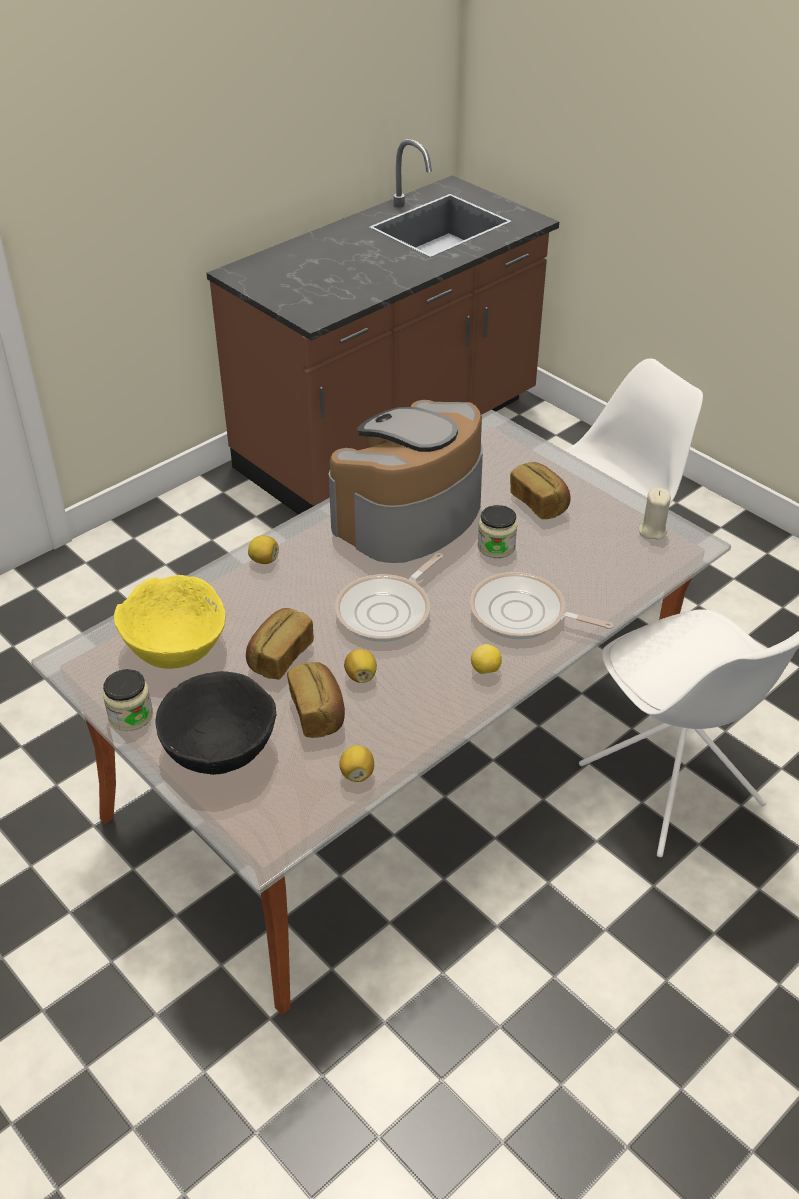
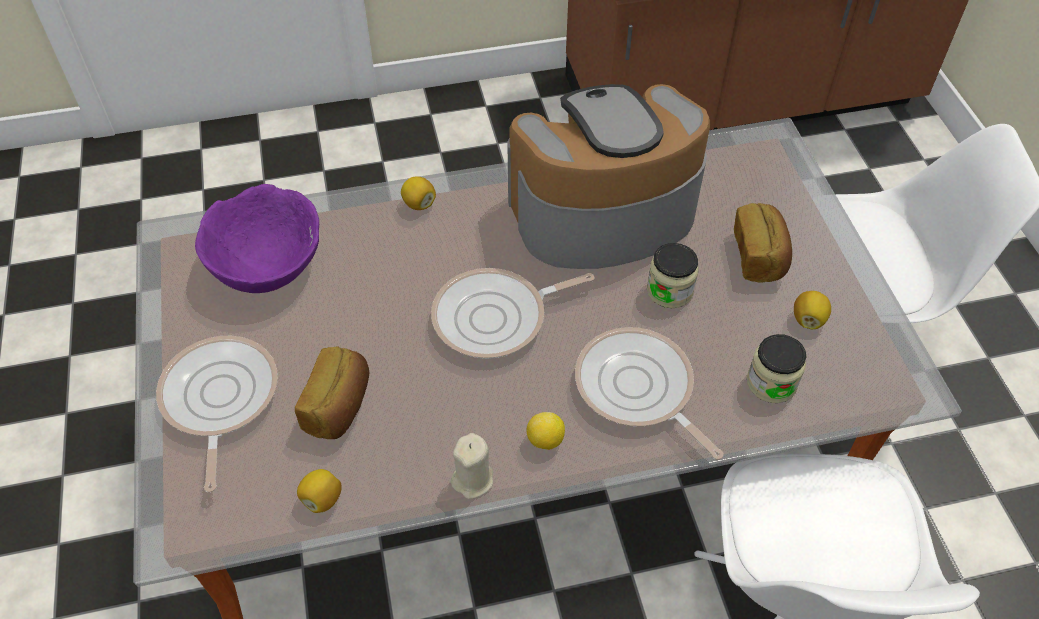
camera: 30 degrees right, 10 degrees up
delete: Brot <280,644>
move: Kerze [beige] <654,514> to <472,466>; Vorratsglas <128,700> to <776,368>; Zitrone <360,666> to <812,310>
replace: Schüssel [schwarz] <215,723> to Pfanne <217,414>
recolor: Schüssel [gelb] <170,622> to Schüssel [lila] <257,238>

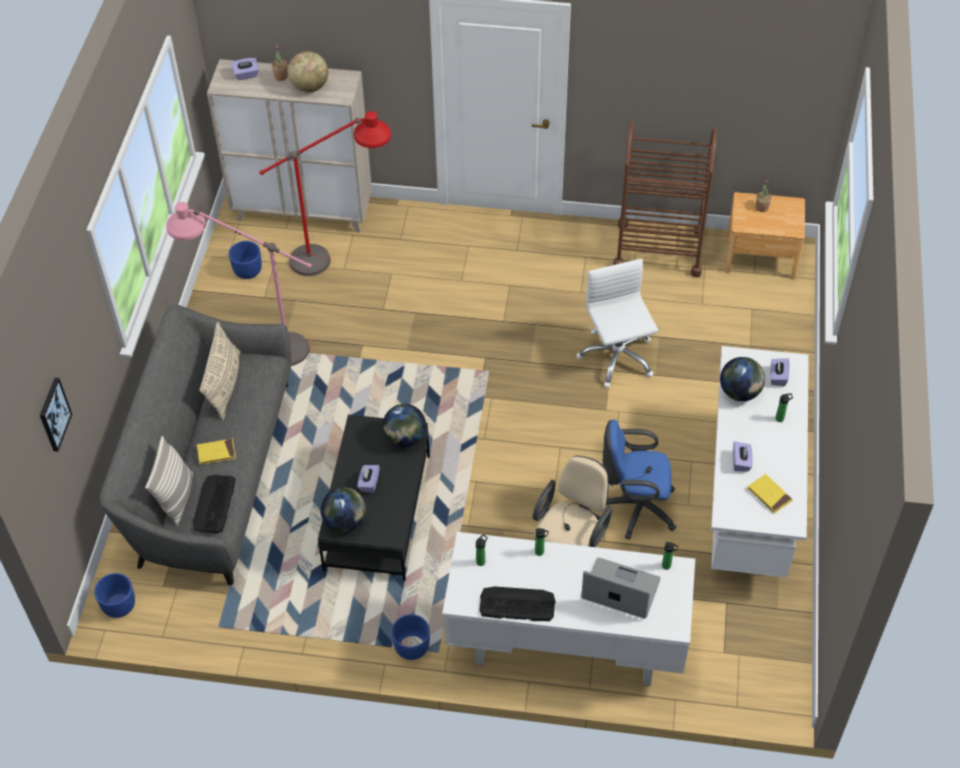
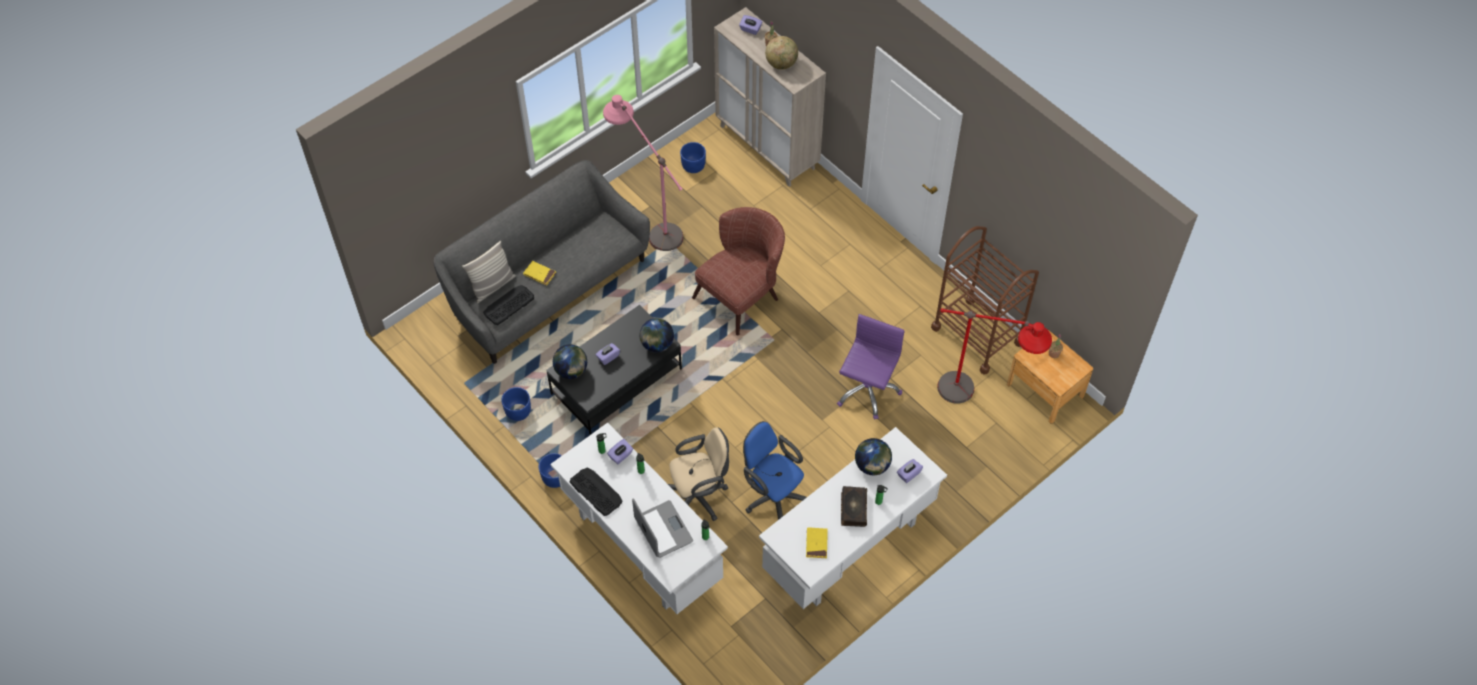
camera: 40 degrees right, 5 degrees up
delete: Bild <56,415>; Kissen [beige] <219,371>
insert: Sessel [braun] <738,271>; Buch <854,506>
move: Pflanzkübel [blau] <114,595> to <516,404>; Taschentuchbox [lila] <743,456> to <620,451>; Stehlampe [rot] <325,193> to <994,356>
recolor: Bürostuhl [weiß] <617,323> to Bürostuhl [lila] <871,366>

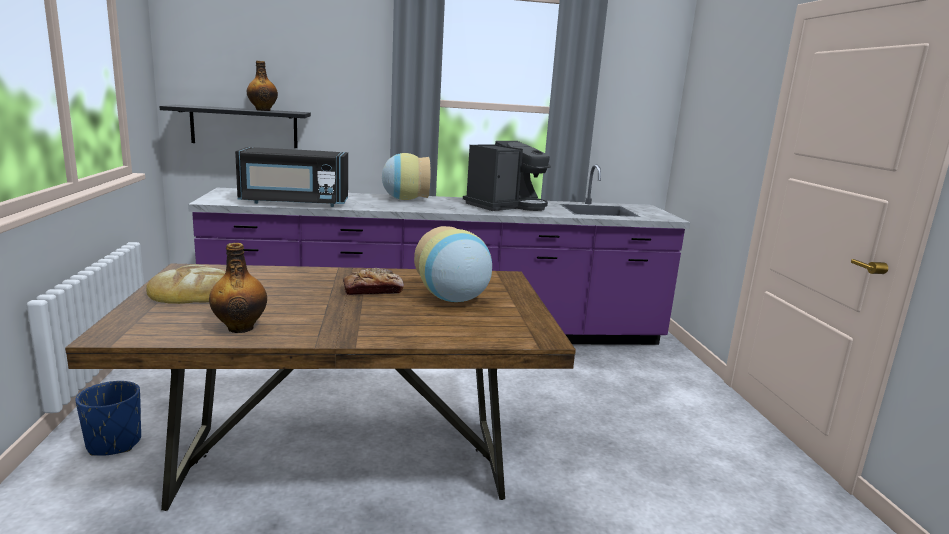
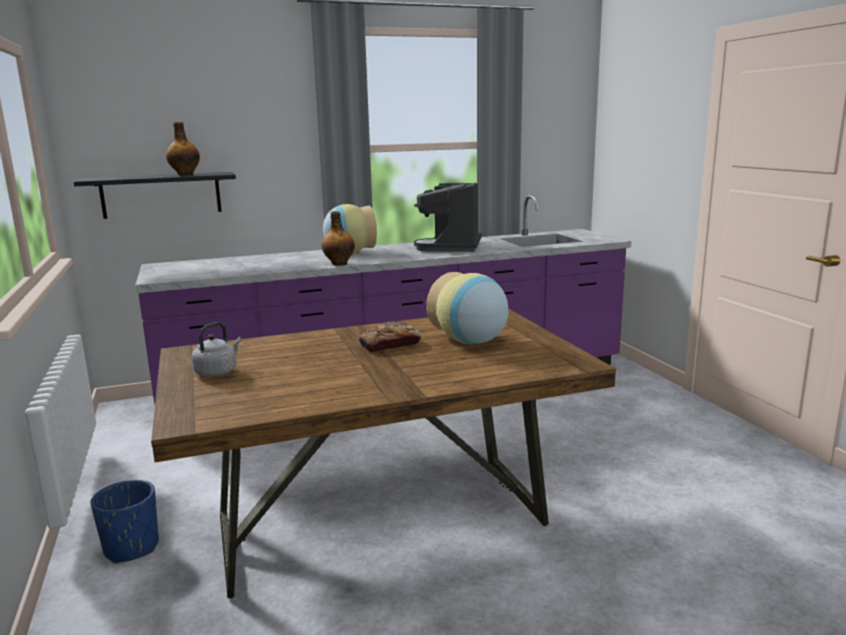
camera: 10 degrees left, 0 degrees up
delete: Mikrowelle [schwarz] <291,177>
move: Flasche <238,288> to <338,238>
replace: Brot <186,284> to Wasserkessel [grau] <216,349>
rotate: Kaffeemaschine <507,176> = <448,217> 150 degrees clockwise

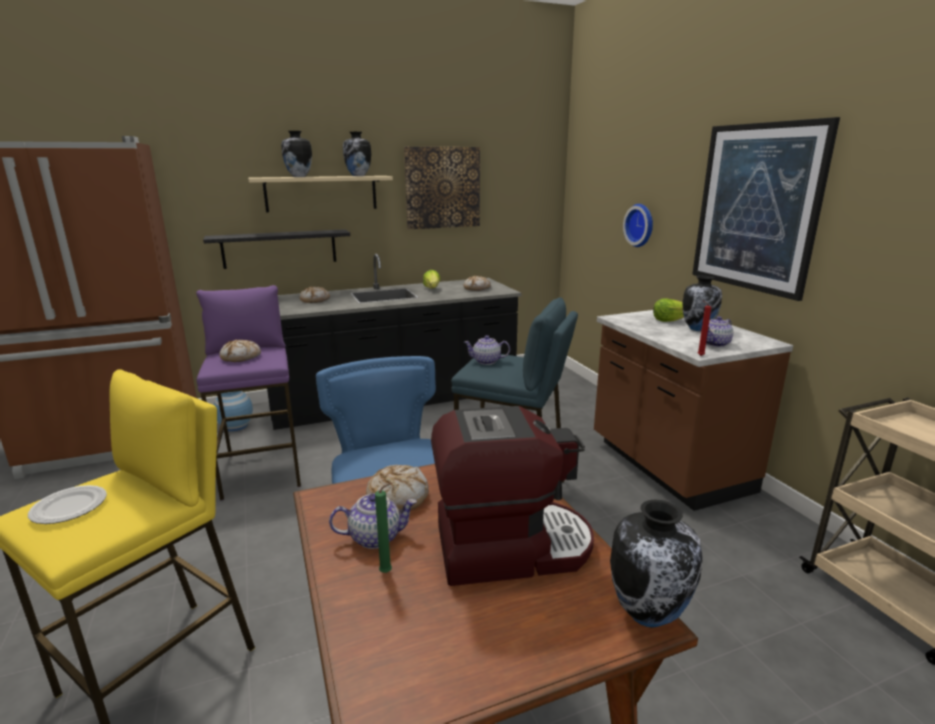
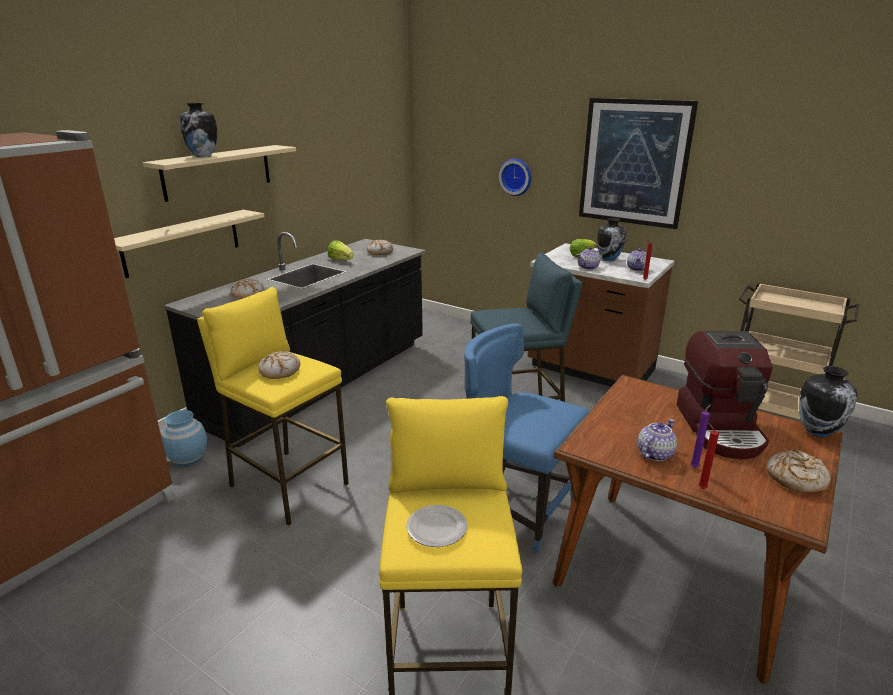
camera: 35 degrees left, 5 degrees up
delete: Vase <357,154>; Bild <442,188>
insert: Kerze [rot] <708,456>
move: Teekanne <487,350> to <589,258>; Brot <397,487> to <799,471>
recolor: Wandregal [schwarz] <276,249> to Wandregal [beige] <189,244>; Hocker [lila] <248,393> to Hocker [gelb] <273,406>; Kerze [grün] <383,528> to Kerze [lila] <700,436>
rotate: Kaffeemaschine <512,496> = <725,395> 135 degrees clockwise

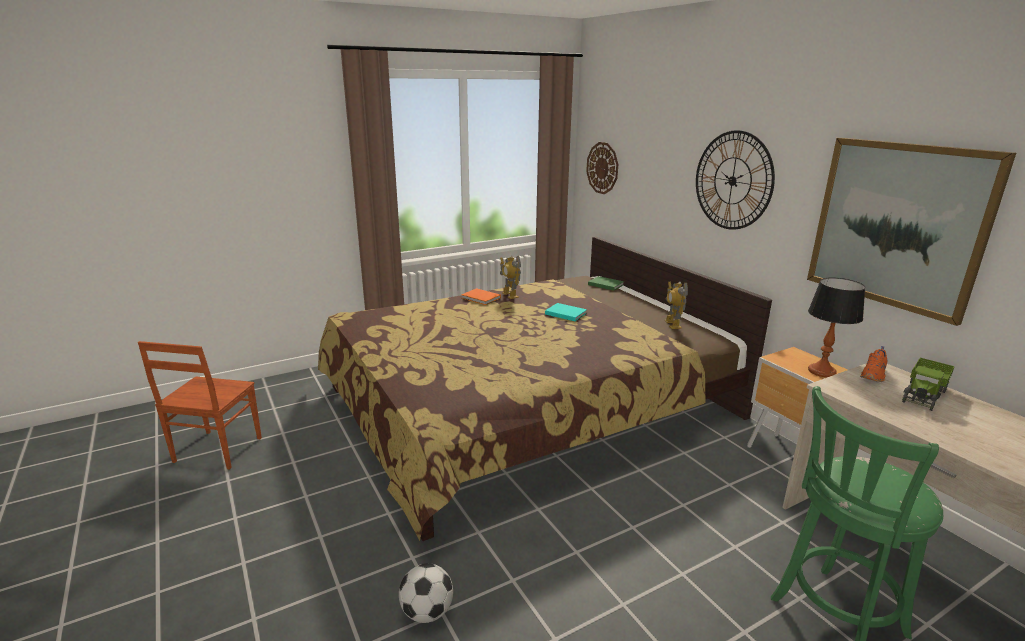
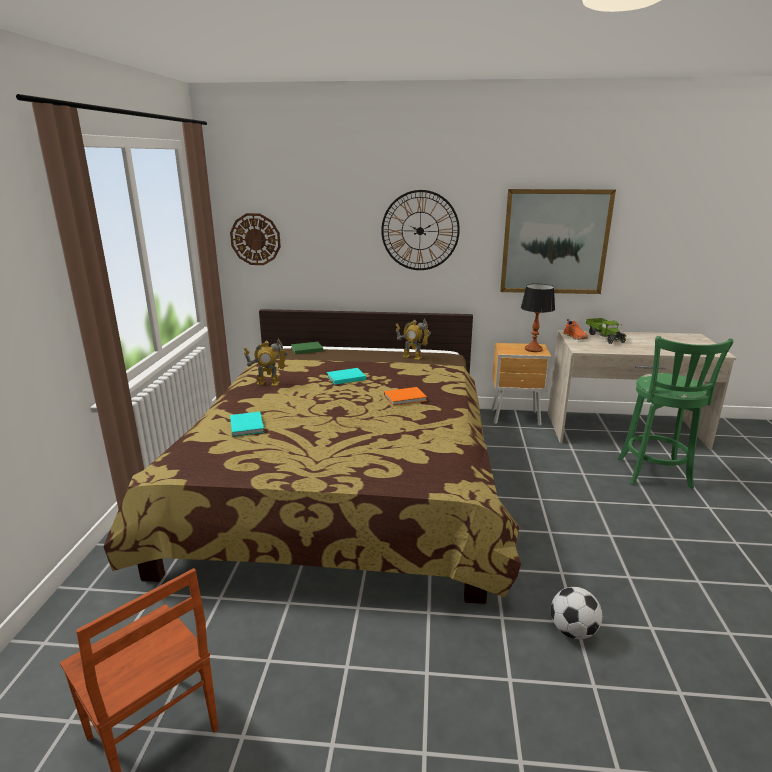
camera: 55 degrees left, 0 degrees up
insert: Buch [türkis] <247,424>
move: Buch [orange] <481,296> to <405,396>

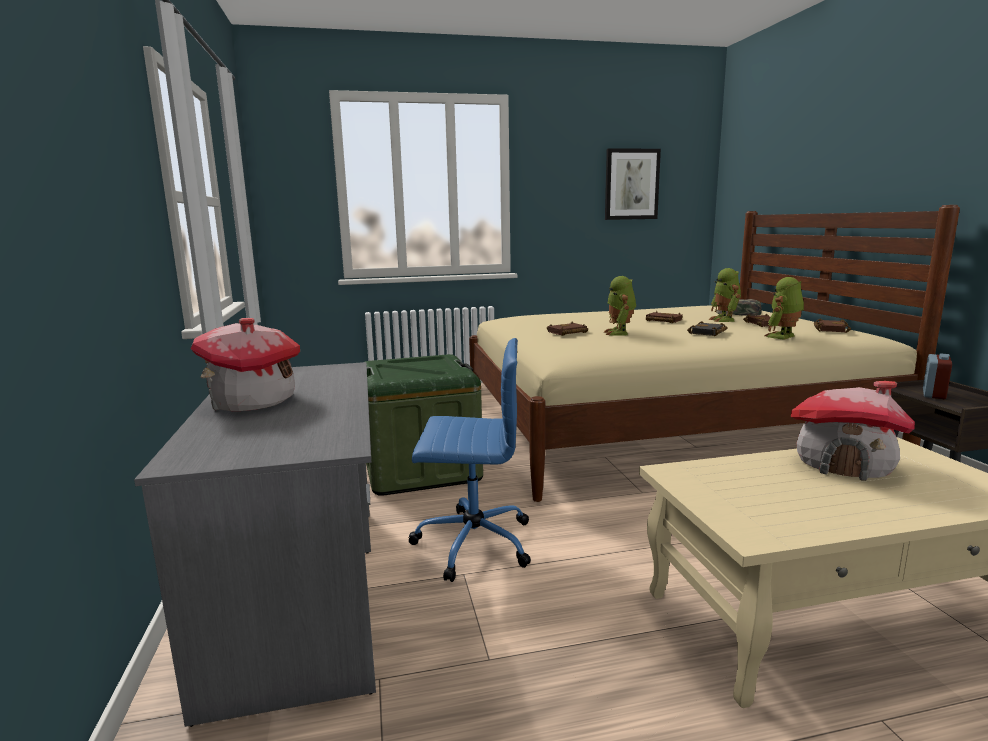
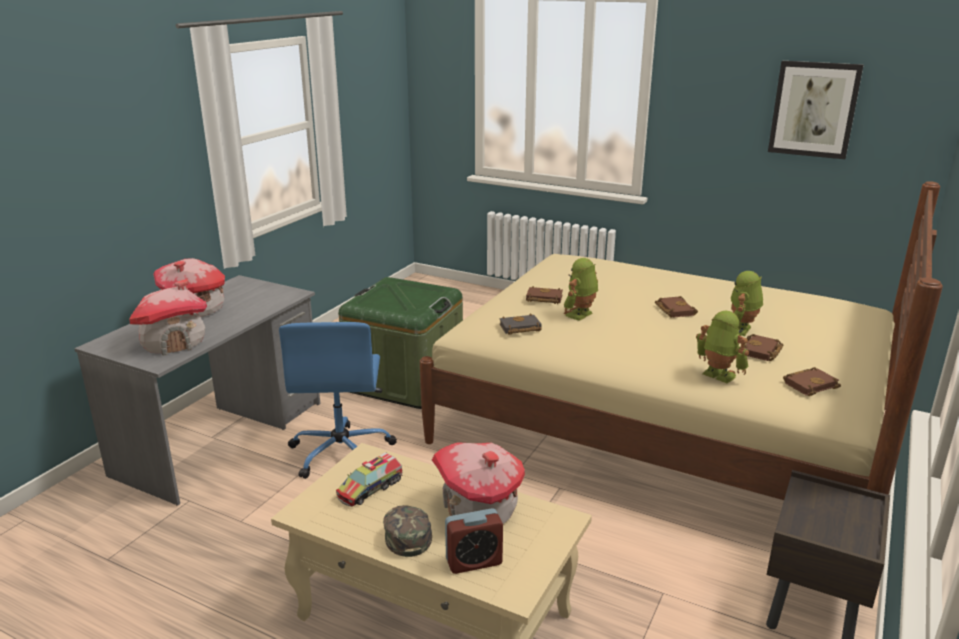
camera: 40 degrees right, 10 degrees up
insert: Spielzeughaus <168,317>; Spielzeuglaster <369,479>
move: Kappe [grün] <738,307> to <407,531>; Wecker <937,376> to <474,541>; Buch [schwarz] <707,328> to <520,324>
rotate: Bürostuhl [blau] <469,460> = <338,400> 45 degrees clockwise; Spielzeugroboter <784,308> = <722,347> 45 degrees clockwise

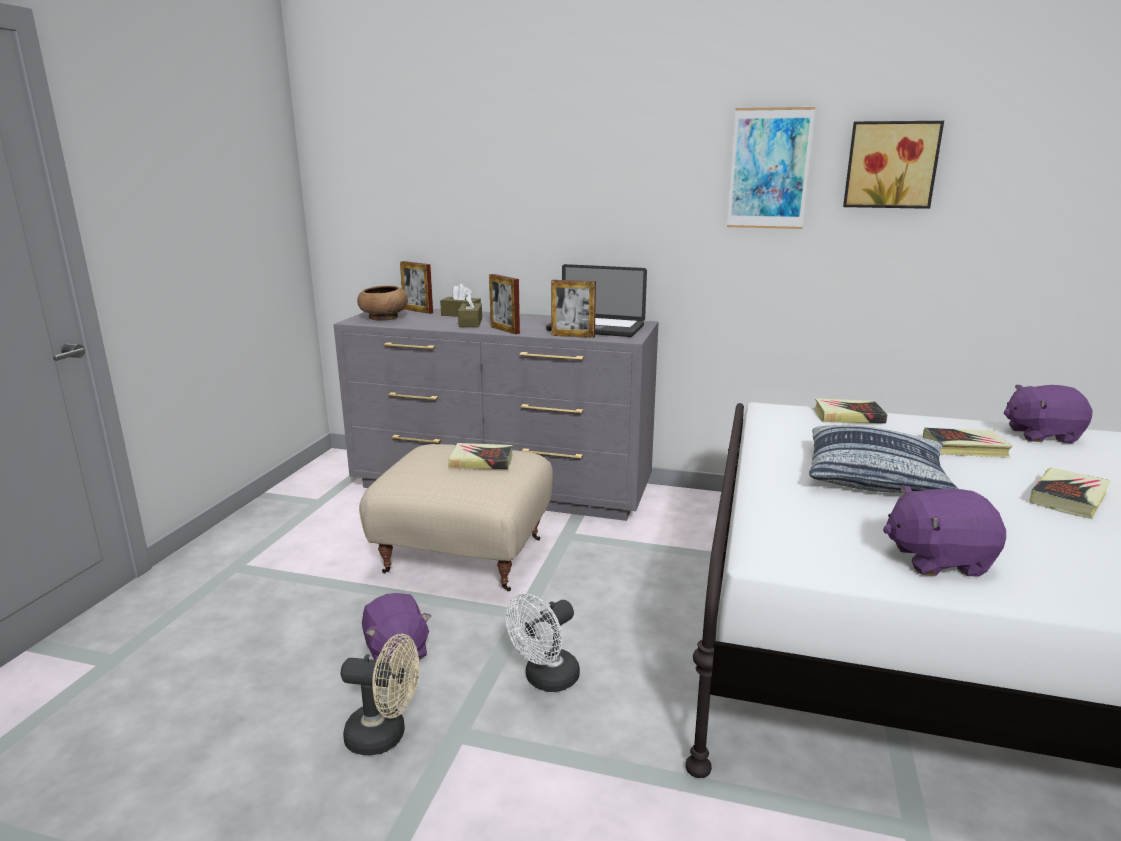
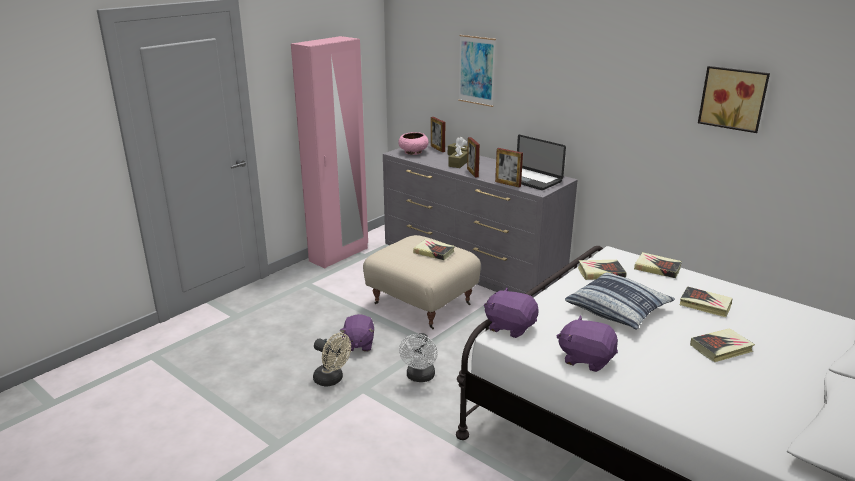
camera: 25 degrees right, 5 degrees up
insert: Kleiderschrank [rosa] <329,152>; Buch <602,270>
move: Bild <771,168> to <477,71>; Plüschtier [lila] <1048,414> to <511,313>
recolor: Schüssel [braun] <382,303> to Schüssel [rosa] <413,143>
rotate: Ventilator [weiß] <542,642> = <418,357> 60 degrees counterclockwise

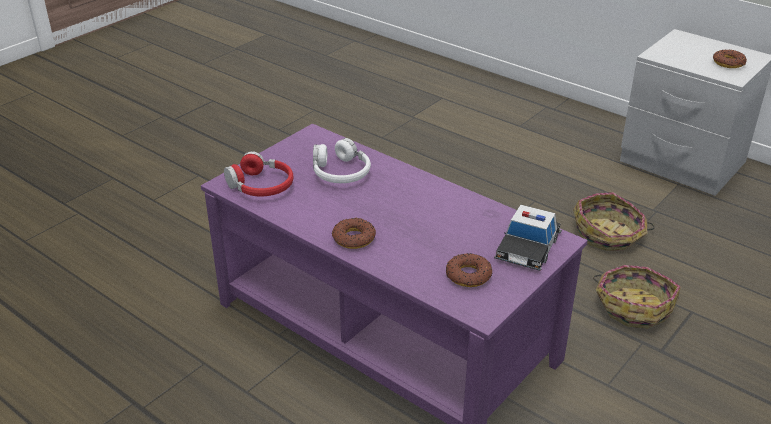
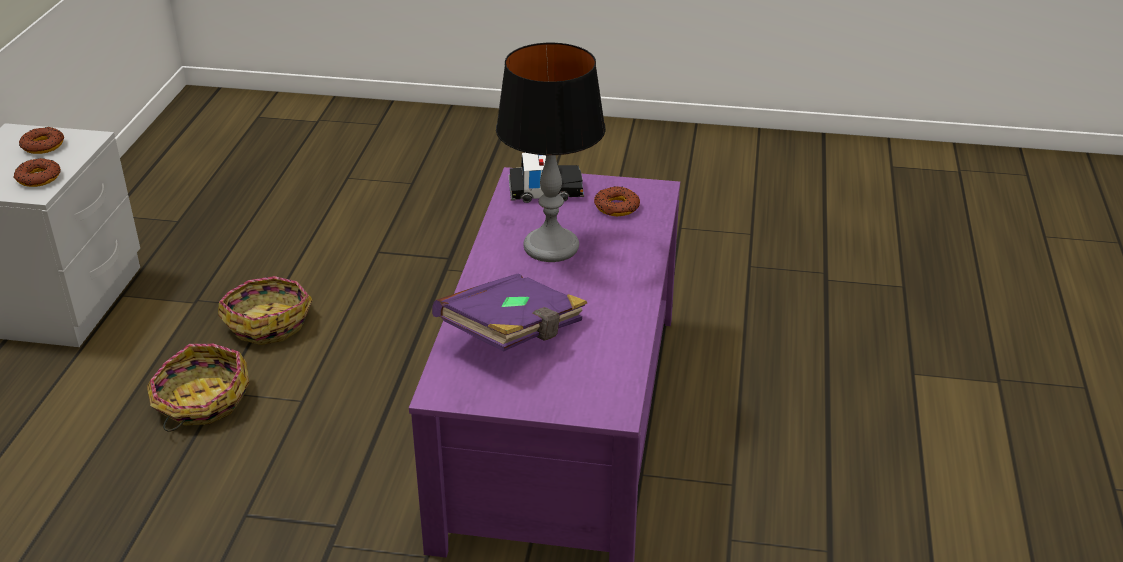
camera: 120 degrees left, 0 degrees up
delete: Kopfhörer [rot] <259,173>
insert: Tischlampe <551,152>
move: Donut <354,233> to <37,172>; Korb <637,296> to <198,388>
replace: Kopfhörer [weiß] <342,160> to Buch [lila] <509,313>

